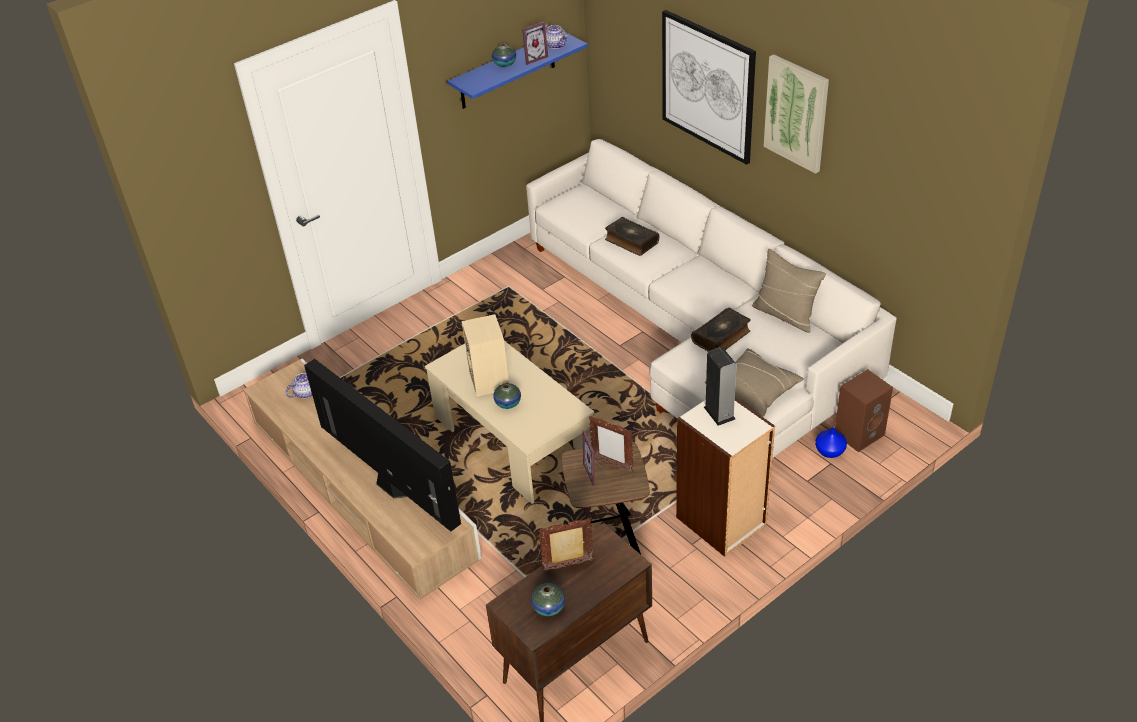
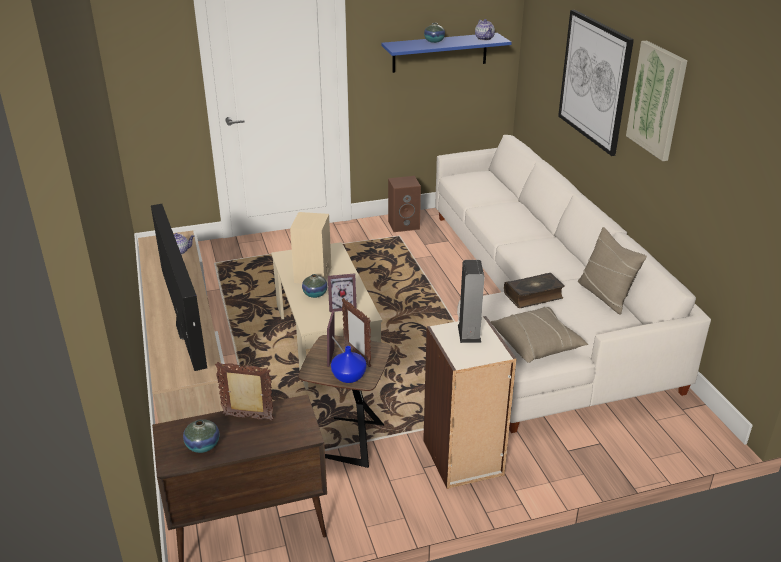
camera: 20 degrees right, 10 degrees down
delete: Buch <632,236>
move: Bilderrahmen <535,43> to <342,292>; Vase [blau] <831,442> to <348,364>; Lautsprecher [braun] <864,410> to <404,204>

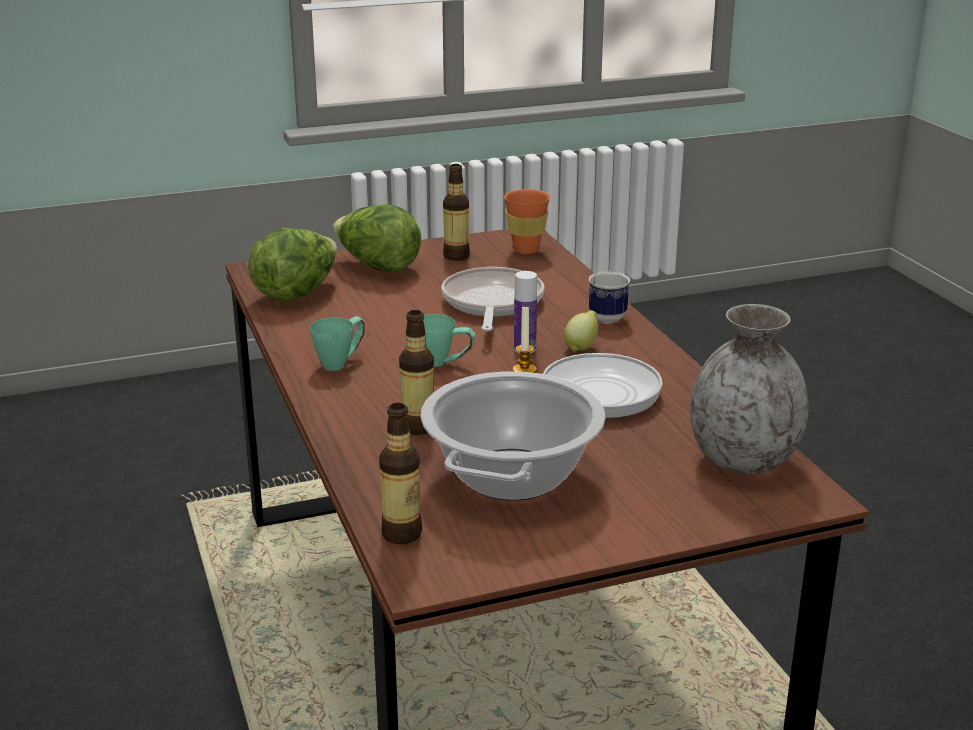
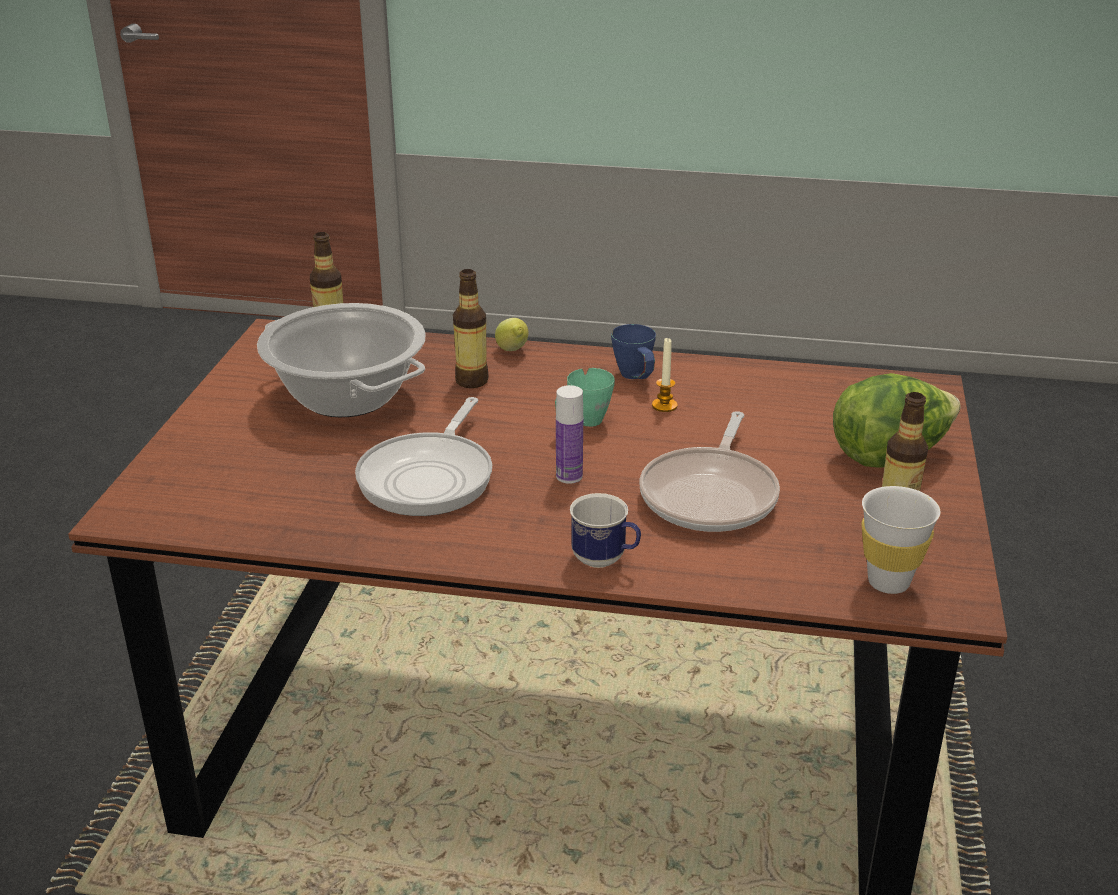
camera: 120 degrees right, 5 degrees up
delete: Salatkopf <292,264>; Vase [grau] <749,389>
move: Zitrone <581,331> to <512,334>; Kerze <525,339> to <665,375>
recolor: Henkelbecher [grün] <337,343> to Henkelbecher [blau] <633,351>; Tasse [orange] <527,221> to Tasse [weiß] <901,540>
rotate: Pfanne <493,299> = <709,471> 75 degrees clockwise

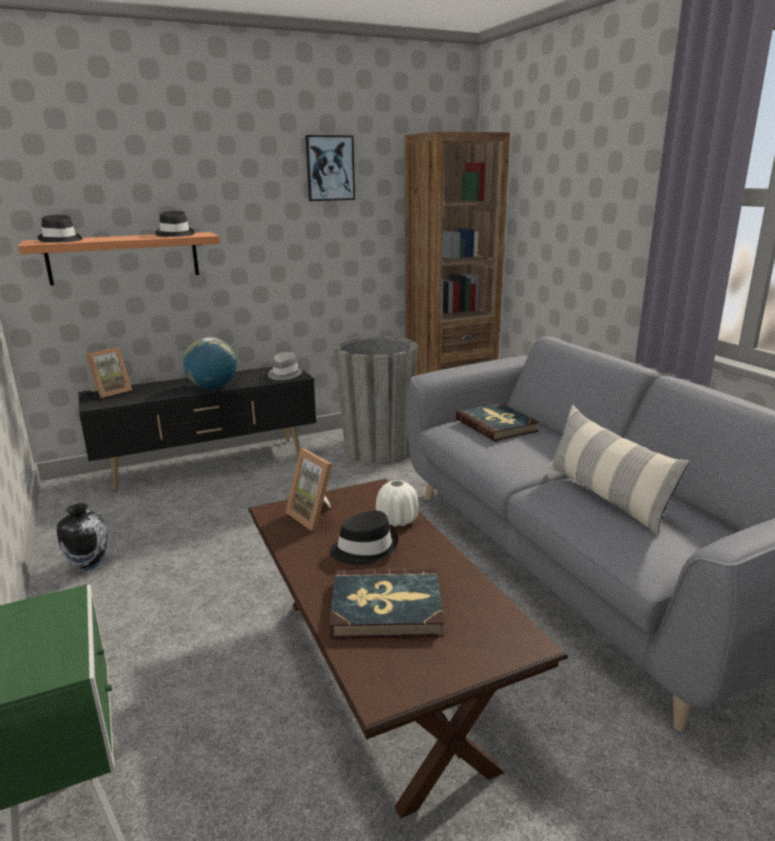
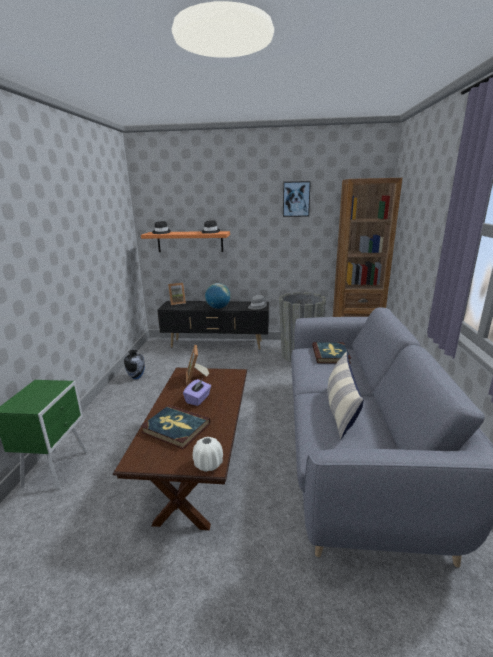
camera: 30 degrees right, 0 degrees up
move: Vase [weiß] <397,503> to <208,454>
replace: Hut [schwarz] <363,537> to Taschentuchbox [lila] <197,392>

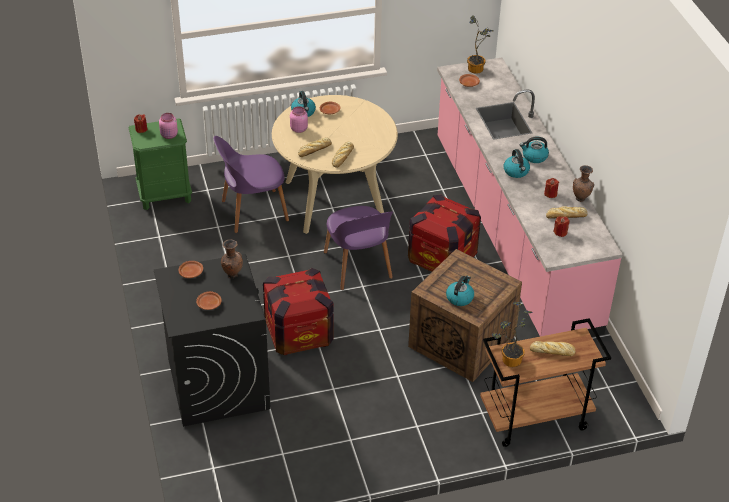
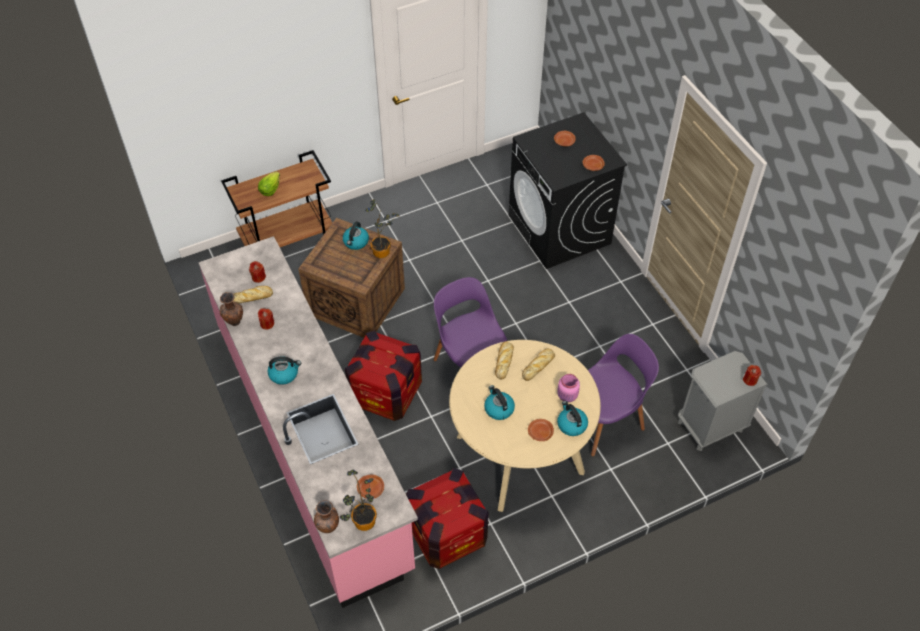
camera: 170 degrees right, 10 degrees up
delete: Vorratsglas [rosa] <168,126>
move: Vase [braun] <232,259> to <326,516>; Topfpflanze <512,334> to <382,228>; Kiste <298,312> to <447,518>; Wasserkessel <517,163> to <499,402>
replace: Brot <553,348> to Salatkopf <269,184>
recolor: Nachttisch [grün] <160,164> to Nachttisch [grau] <723,401>

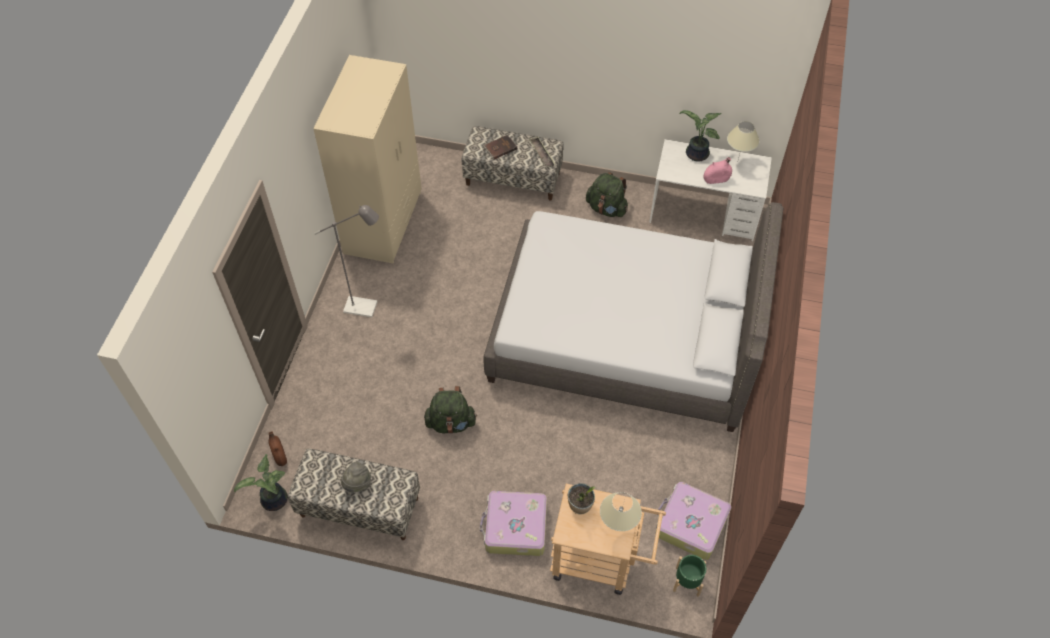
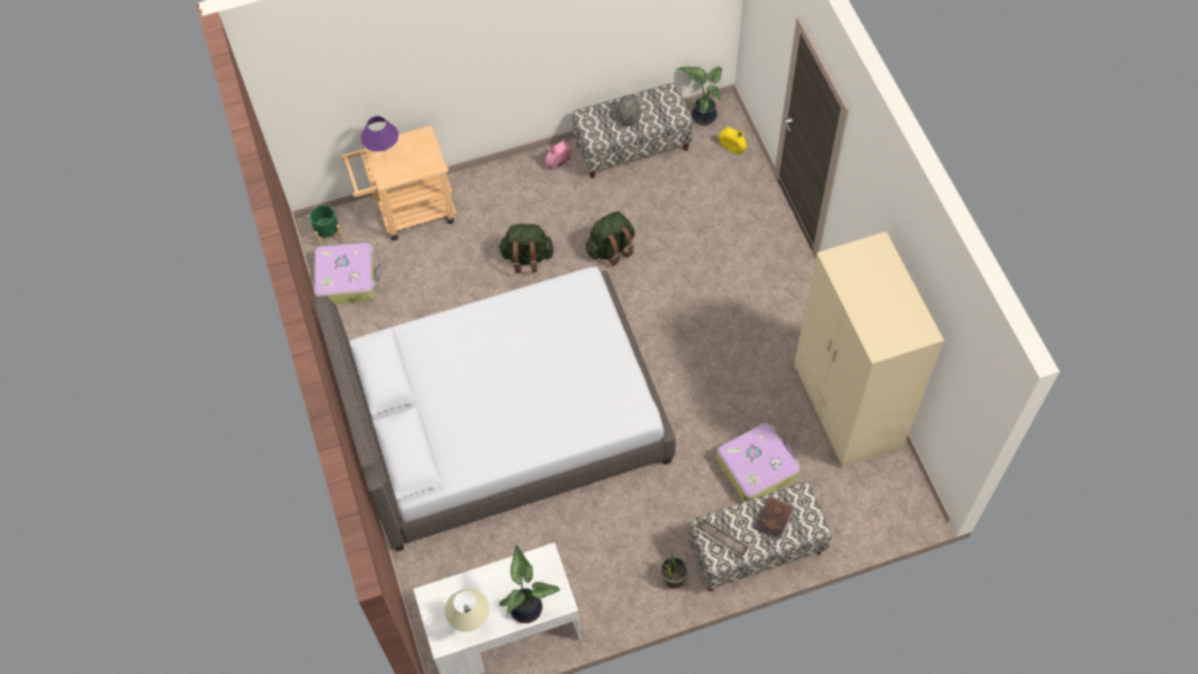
camera: 150 degrees right, 5 degrees up
delete: Stehlampe [grau] <346,261>
move: Rucksack [grün] <607,194> to <526,248>; Vase [rosa] <717,170> to <558,154>; Topfpflanze <581,498> to <674,569>; Koffer <513,523> to <758,462>
recolor: Tischlampe [beige] <621,511> to Tischlampe [lila] <380,138>; Vase [braun] <277,448> to Vase [gelb] <733,139>

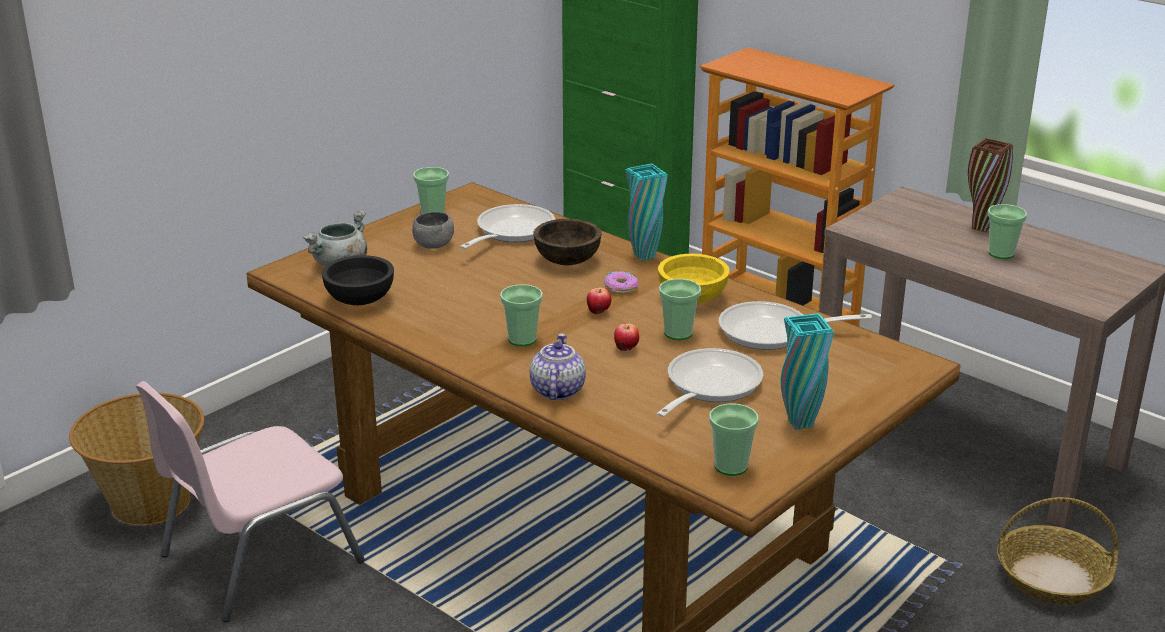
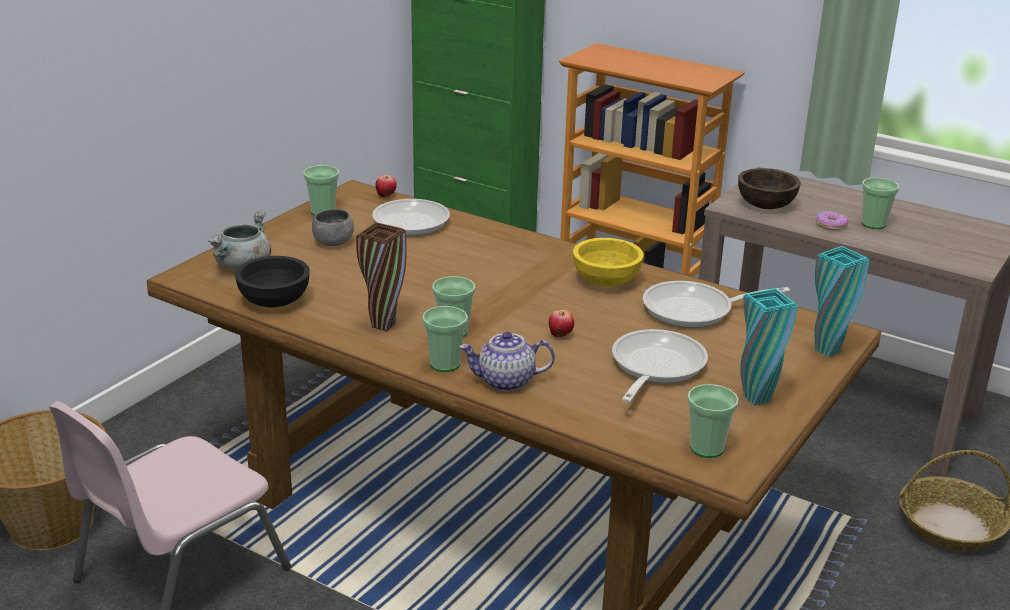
camera: 10 degrees left, 0 degrees up
move: Vase [braun] <990,185> to <381,276>; Apfel <599,301> to <386,186>; Tasse <680,309> to <445,339>; Schüssel [braun] <567,242> to <769,188>; Vase [türkis] <647,212> to <842,301>; Donut <621,282> to <832,220>
rotate: Teekanne <558,366> = <507,361> 90 degrees counterclockwise

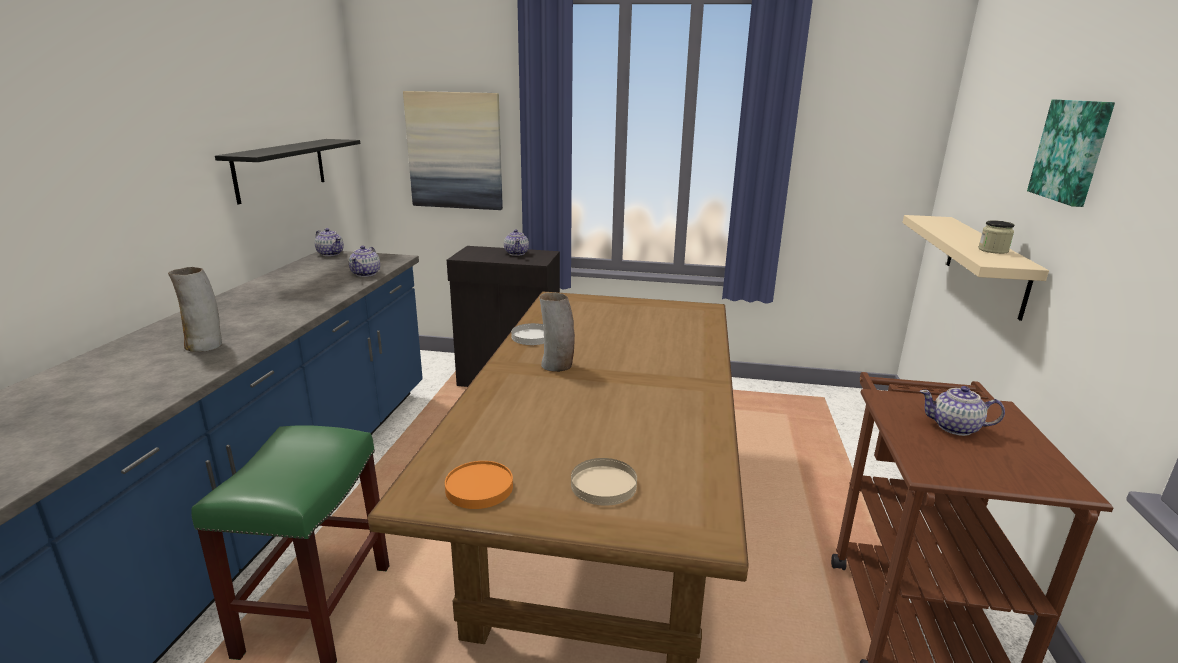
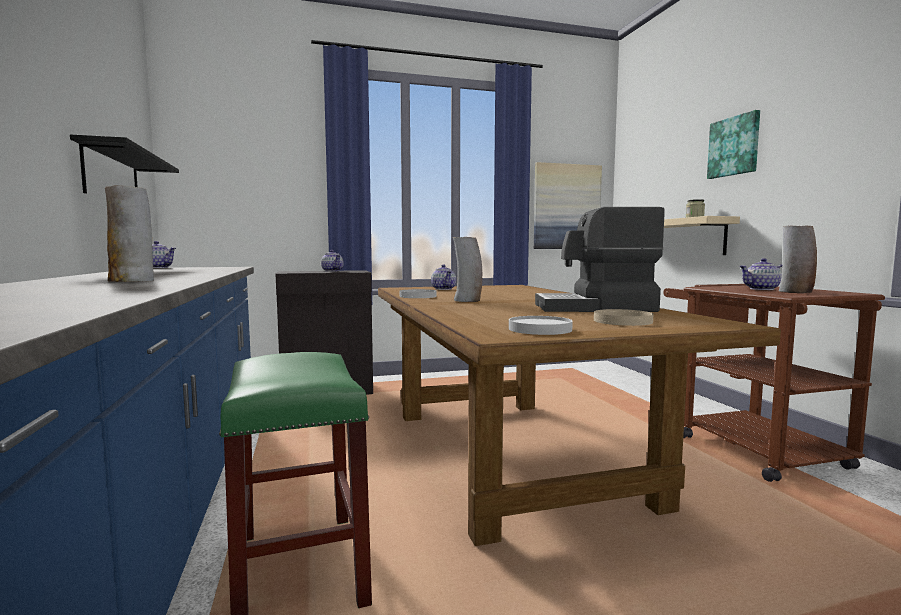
camera: 25 degrees left, 15 degrees down
insert: Kaffeemaschine <600,259>; Vase <798,259>
move: Teekanne <364,261> to <443,277>; Bild <453,150> to <568,205>
recolor: Teller [orange] <479,485> to Teller [weiß] <541,325>

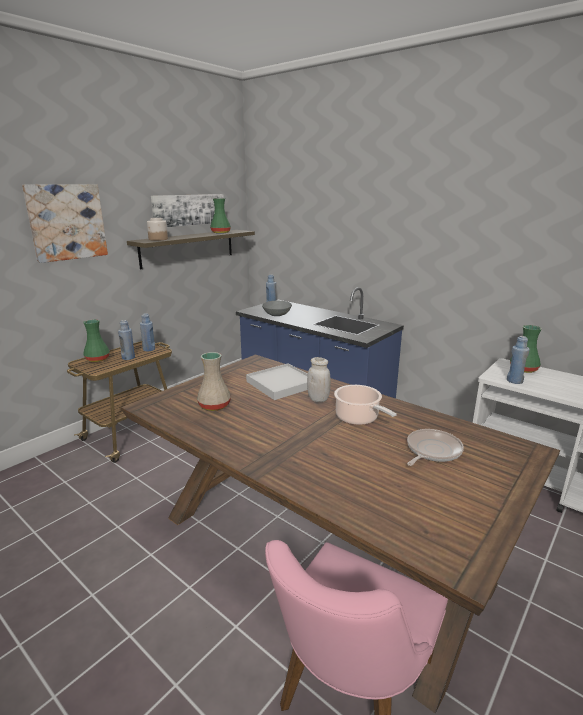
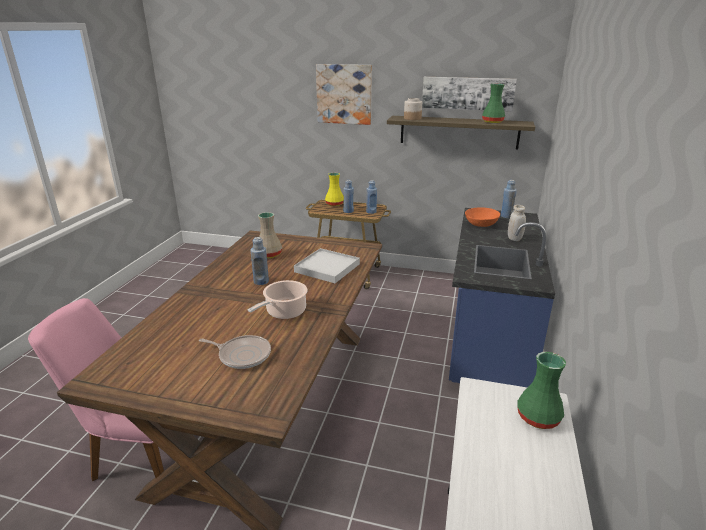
camera: 65 degrees right, 5 degrees up
move: Flasche [blau] <518,360> to <259,261>; Vorratsglas [weiß] <319,379> to <517,223>
recolor: Vase [grün] <96,340> to Vase [gelb] <334,189>; Schüssel [grau] <277,308> to Schüssel [orange] <482,217>

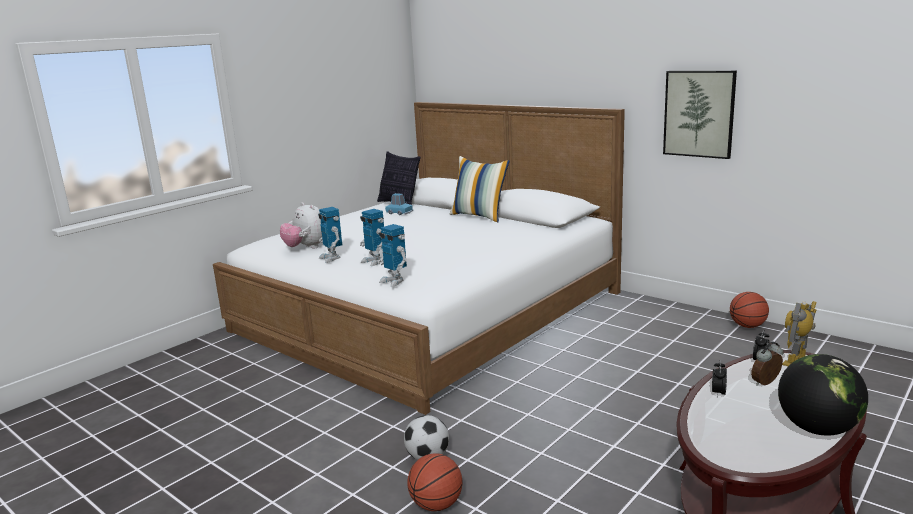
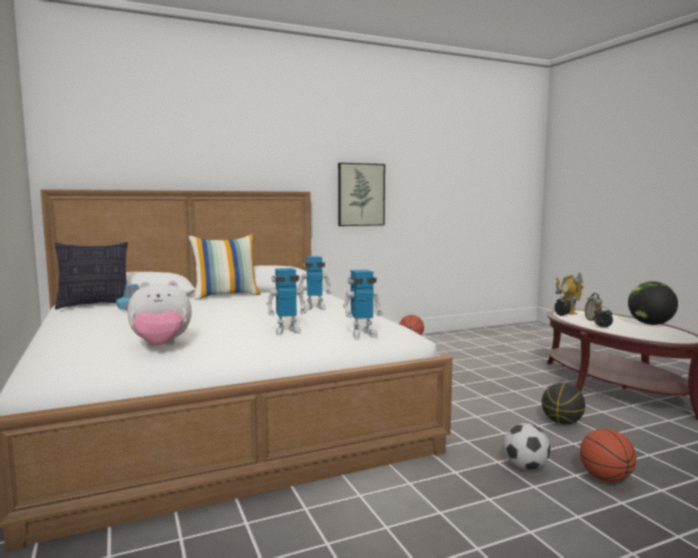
camera: 65 degrees left, 10 degrees down
insert: Basketball <563,404>
move: Spielzeugroboter <330,235> to <315,283>

